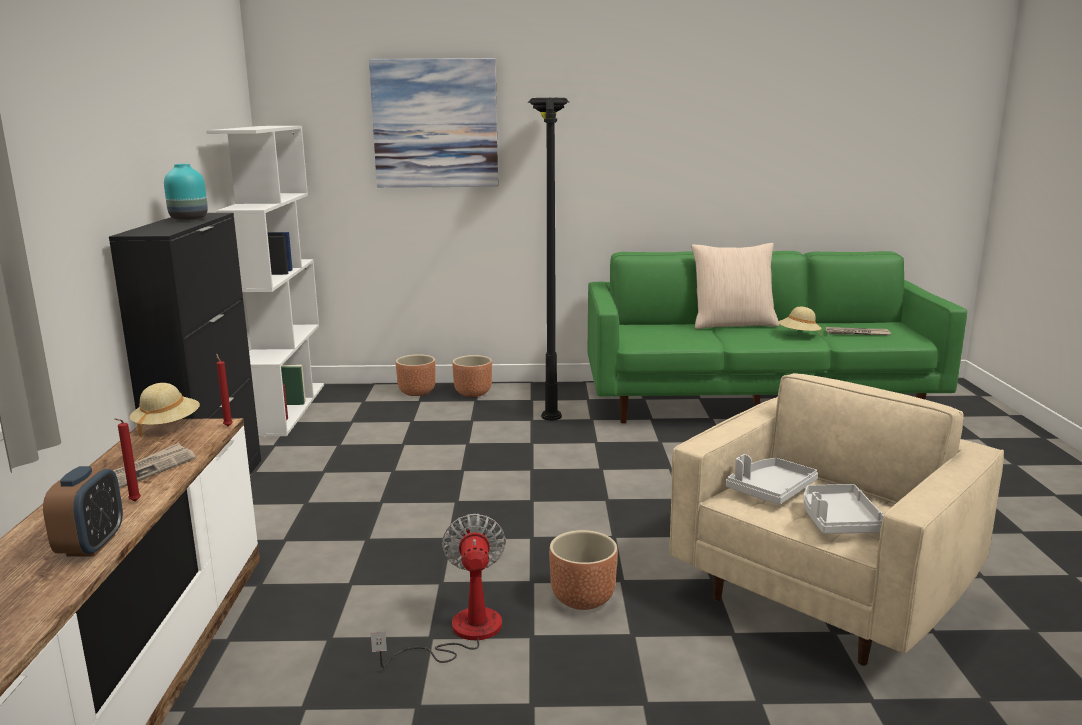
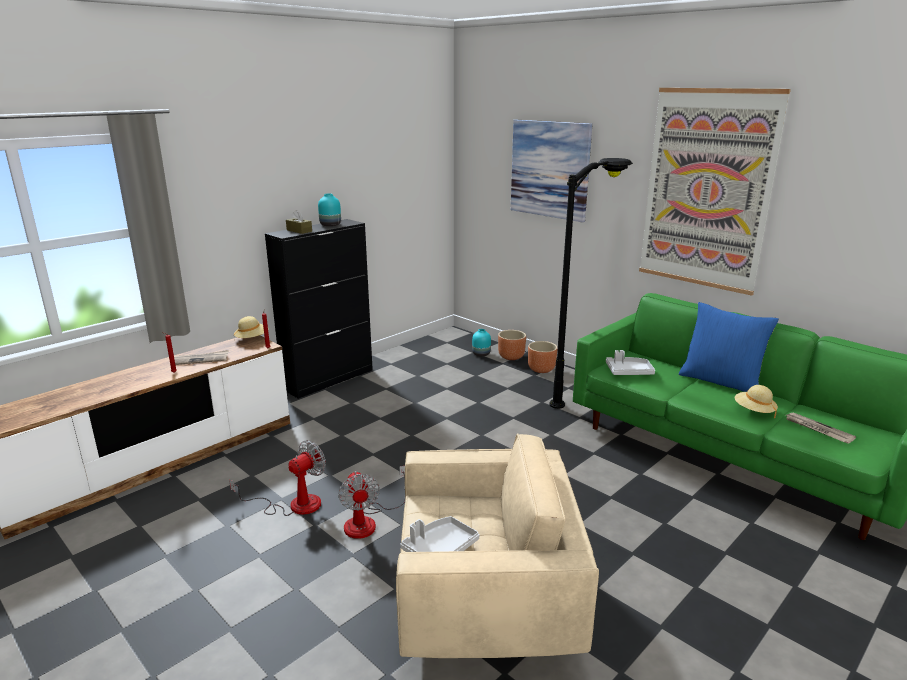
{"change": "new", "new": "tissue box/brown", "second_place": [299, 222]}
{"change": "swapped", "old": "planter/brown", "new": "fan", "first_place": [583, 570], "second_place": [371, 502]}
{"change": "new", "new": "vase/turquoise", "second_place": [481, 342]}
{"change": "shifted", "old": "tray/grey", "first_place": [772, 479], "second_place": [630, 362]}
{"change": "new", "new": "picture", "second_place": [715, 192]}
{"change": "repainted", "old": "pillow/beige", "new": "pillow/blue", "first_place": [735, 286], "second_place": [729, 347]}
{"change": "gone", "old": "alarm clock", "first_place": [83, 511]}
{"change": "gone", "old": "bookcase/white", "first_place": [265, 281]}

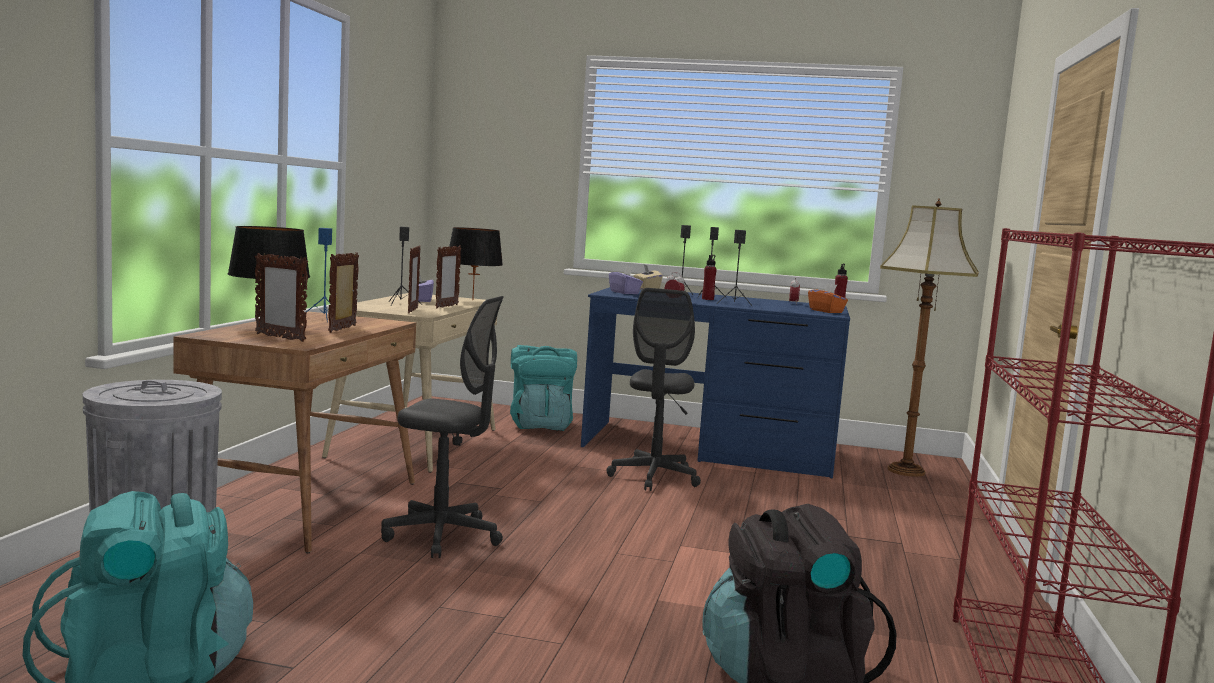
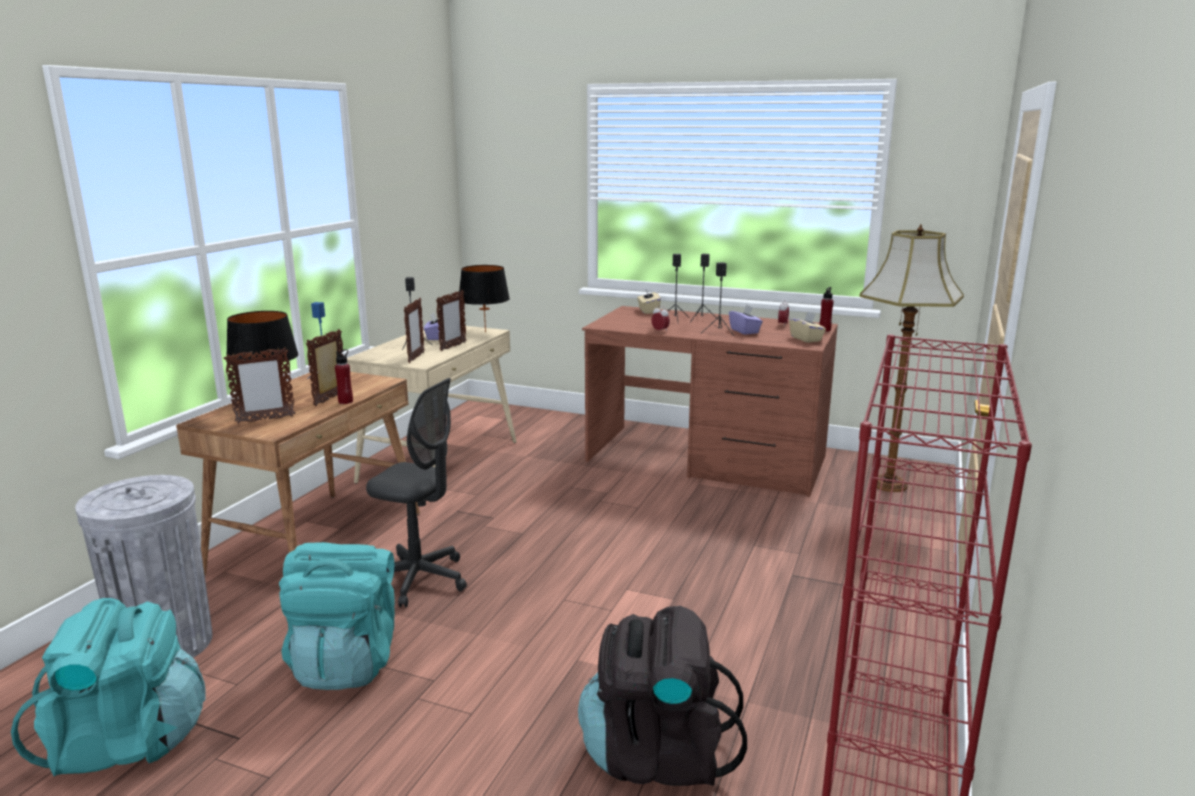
{"change": "rotated", "old": "picture frame", "first_place": [281, 297], "second_place": [260, 385], "degrees": -60}
{"change": "shifted", "old": "backpack/turquoise", "first_place": [543, 388], "second_place": [337, 616]}
{"change": "shifted", "old": "bottle/red", "first_place": [709, 277], "second_place": [344, 376]}
{"change": "repainted", "old": "desk/blue", "new": "desk/brown", "first_place": [715, 382], "second_place": [710, 401]}
{"change": "shifted", "old": "tissue box/purple", "first_place": [626, 280], "second_place": [746, 320]}
{"change": "repainted", "old": "tissue box/orange", "new": "tissue box/beige", "first_place": [828, 298], "second_place": [807, 327]}
{"change": "gone", "old": "office chair/grey", "first_place": [654, 389]}

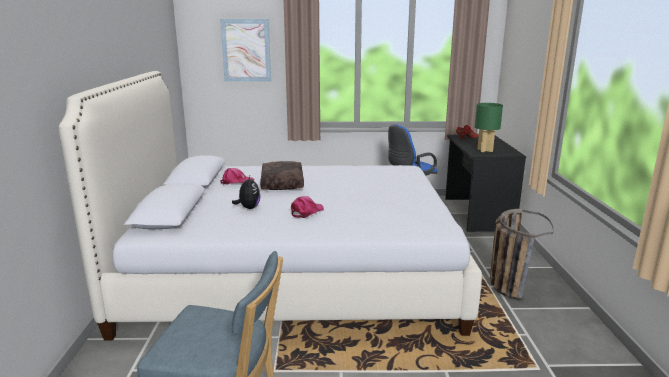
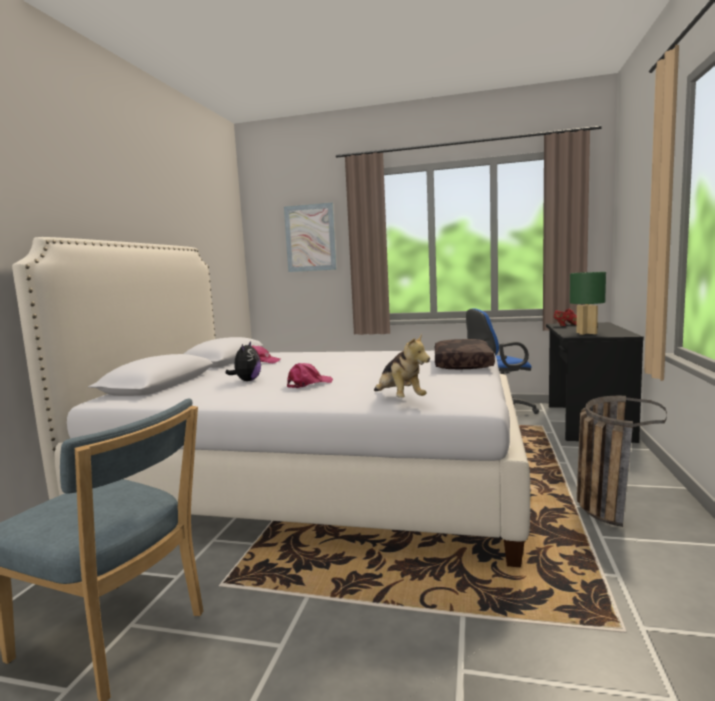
{"change": "new", "new": "plush toy", "second_place": [402, 365]}
{"change": "shifted", "old": "pillow/brown", "first_place": [282, 175], "second_place": [465, 354]}

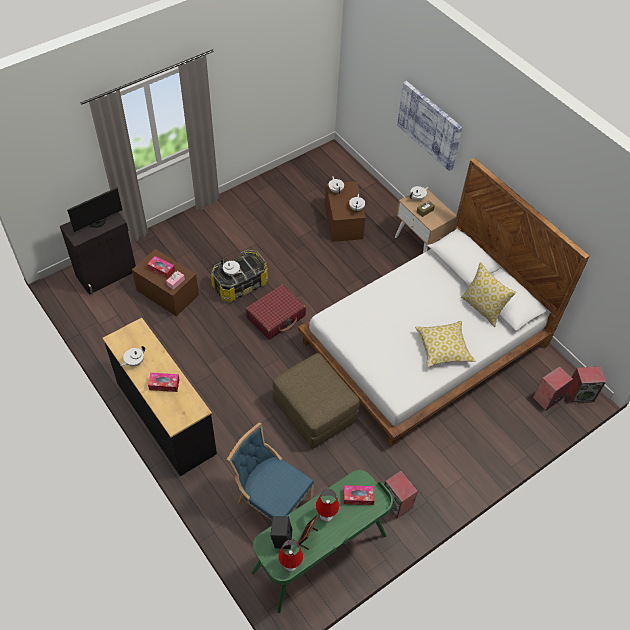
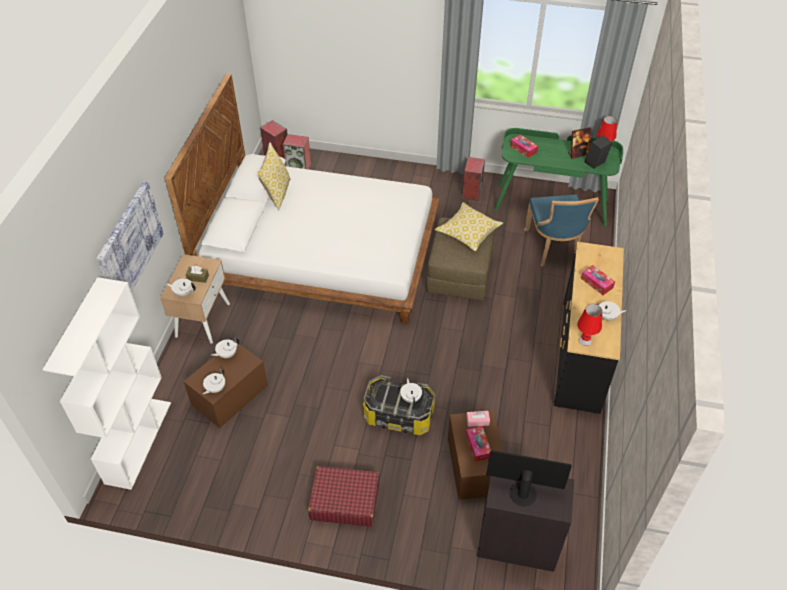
{"change": "new", "new": "bookcase/white", "second_place": [107, 383]}
{"change": "shifted", "old": "suitcase/red", "first_place": [276, 312], "second_place": [343, 496]}
{"change": "shifted", "old": "pillow", "first_place": [445, 344], "second_place": [469, 226]}
{"change": "shifted", "old": "table lamp/red", "first_place": [327, 505], "second_place": [589, 325]}

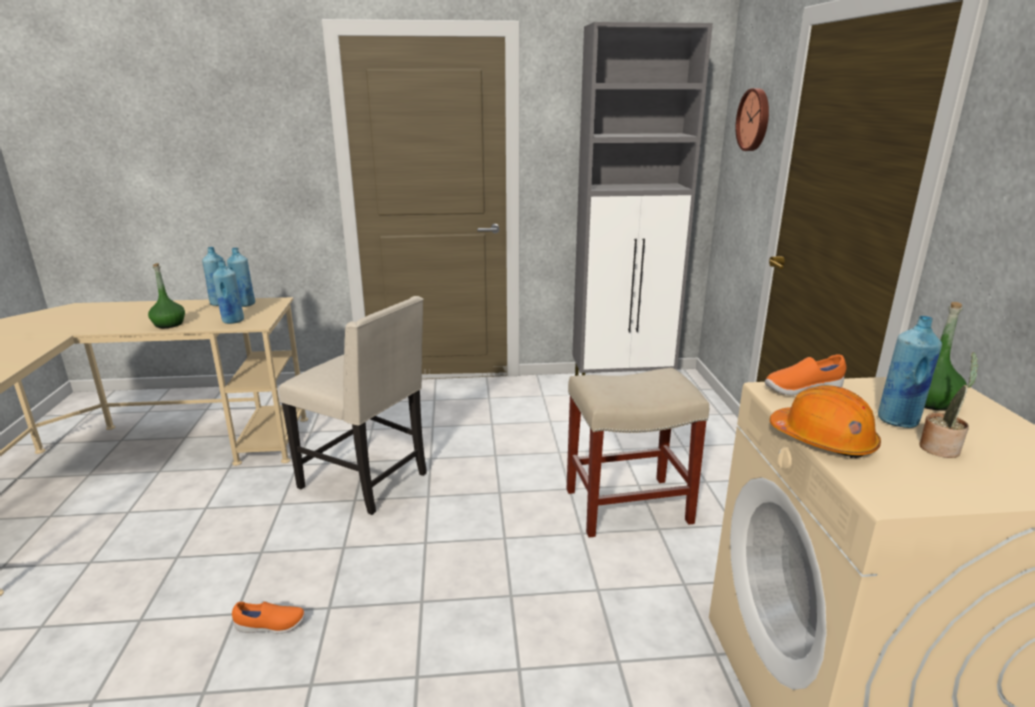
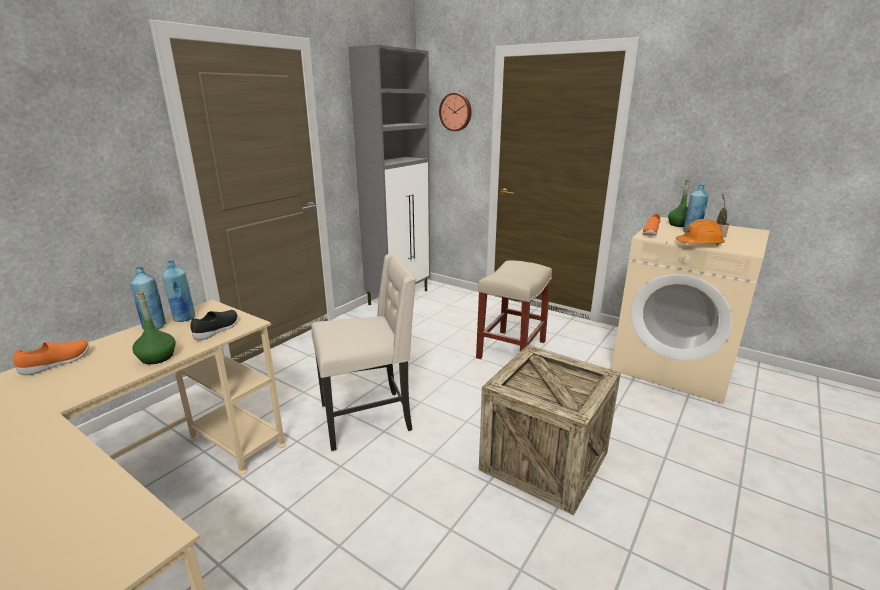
{"change": "shifted", "old": "shoe/orange", "first_place": [268, 618], "second_place": [51, 357]}
{"change": "swapped", "old": "bottle/blue", "new": "shoe/black", "first_place": [228, 292], "second_place": [214, 325]}
{"change": "new", "new": "crate", "second_place": [550, 430]}

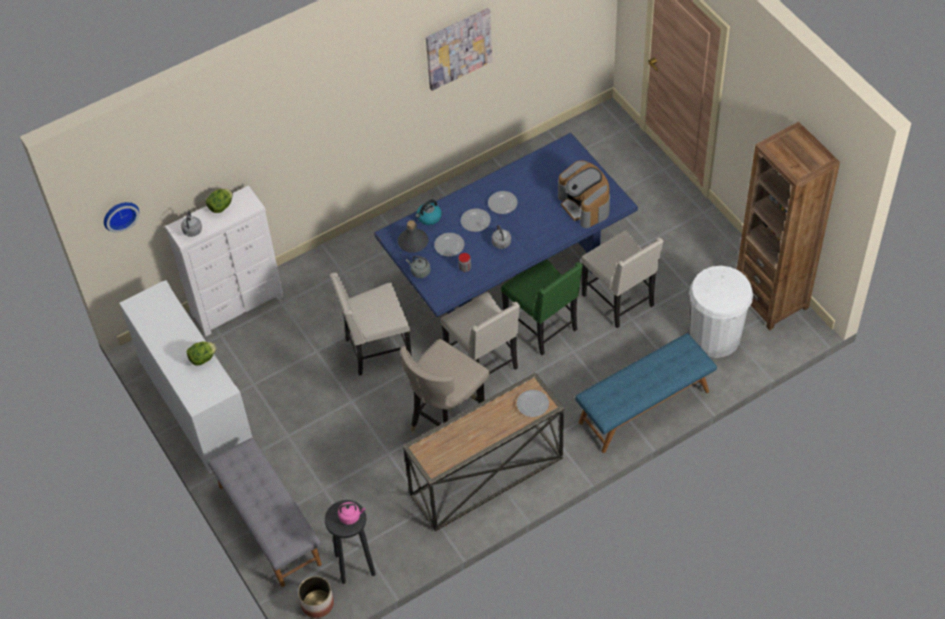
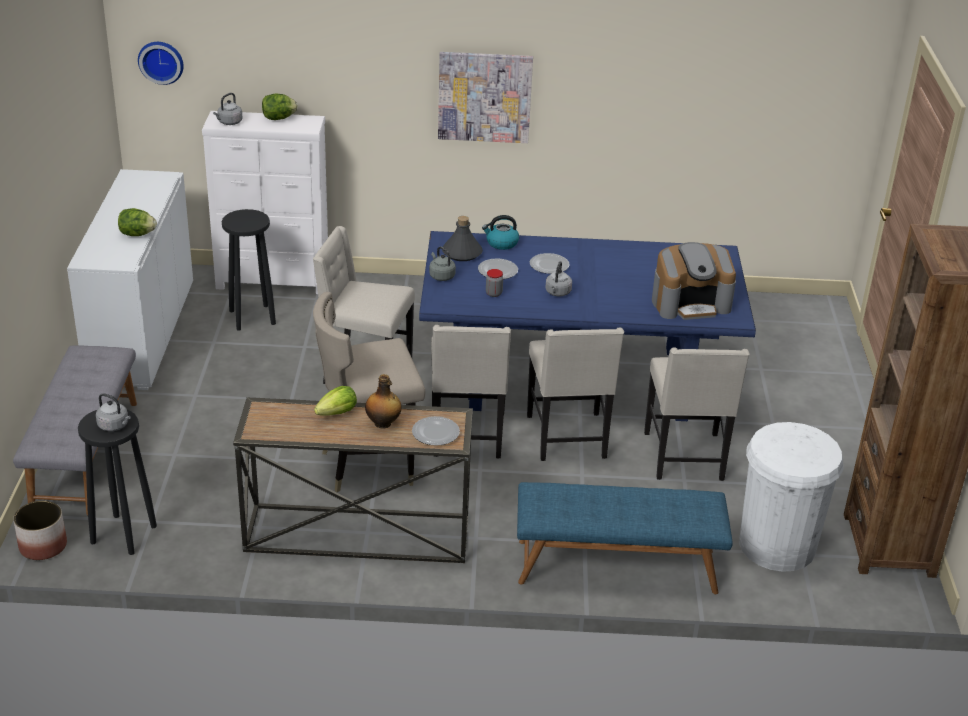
{"change": "repainted", "old": "kettle/pink", "new": "kettle/grey", "first_place": [352, 513], "second_place": [113, 412]}
{"change": "new", "new": "stool/black", "second_place": [249, 270]}
{"change": "new", "new": "lettuce", "second_place": [335, 401]}
{"change": "new", "new": "bottle", "second_place": [383, 401]}
{"change": "shifted", "old": "picture", "first_place": [459, 49], "second_place": [485, 97]}
{"change": "repainted", "old": "chair/green", "new": "chair/beige", "first_place": [542, 307], "second_place": [575, 394]}
{"change": "rotated", "old": "coffee machine", "first_place": [584, 194], "second_place": [694, 281], "degrees": -105}
{"change": "gone", "old": "plate", "first_place": [503, 202]}

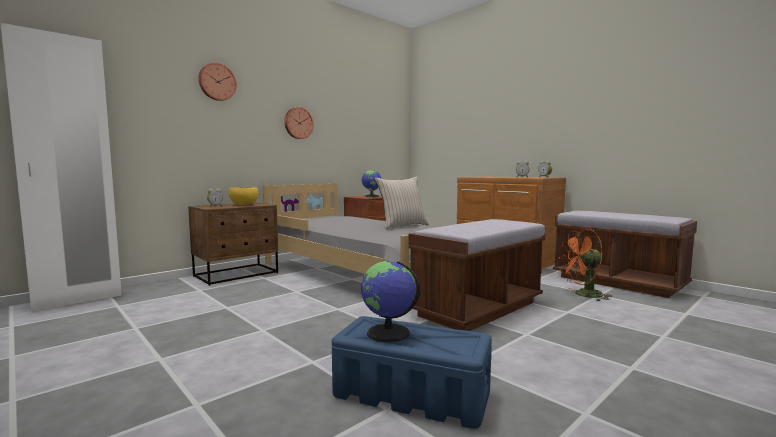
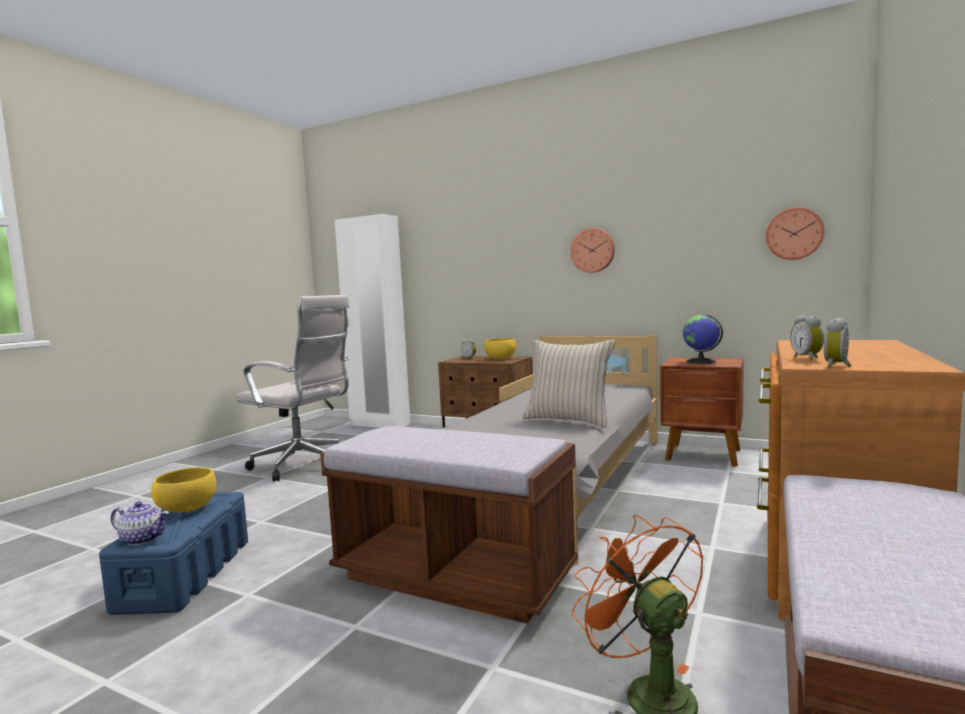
{"change": "new", "new": "teapot", "second_place": [140, 523]}
{"change": "swapped", "old": "globe", "new": "bowl/yellow", "first_place": [390, 301], "second_place": [183, 490]}
{"change": "new", "new": "office chair/white", "second_place": [292, 388]}
{"change": "shifted", "old": "wall clock", "first_place": [217, 82], "second_place": [795, 234]}

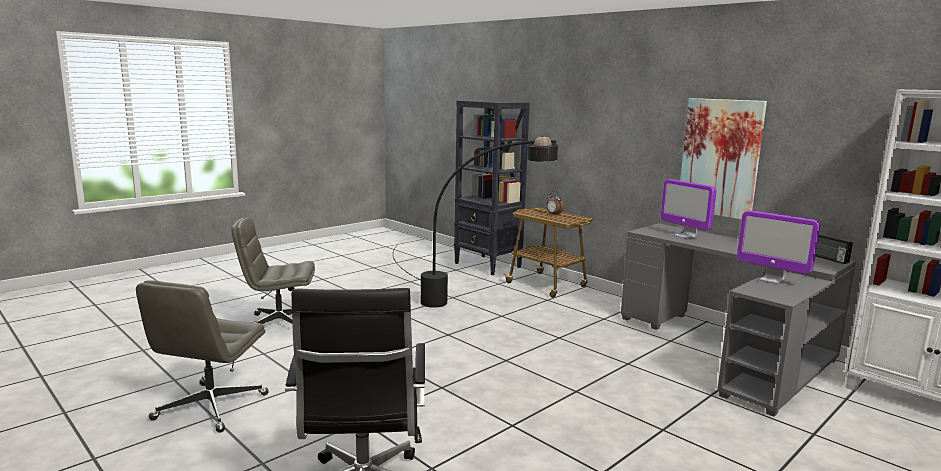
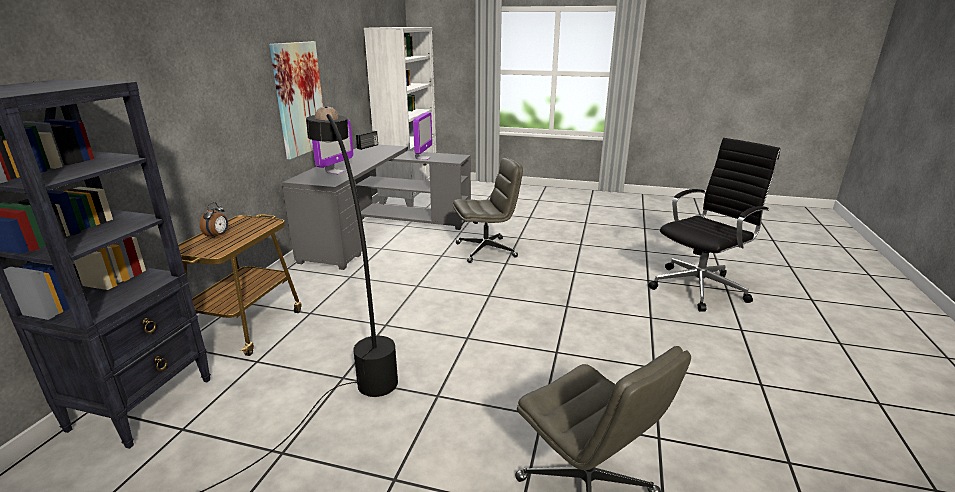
{"change": "shifted", "old": "office chair/grey", "first_place": [202, 356], "second_place": [488, 210]}

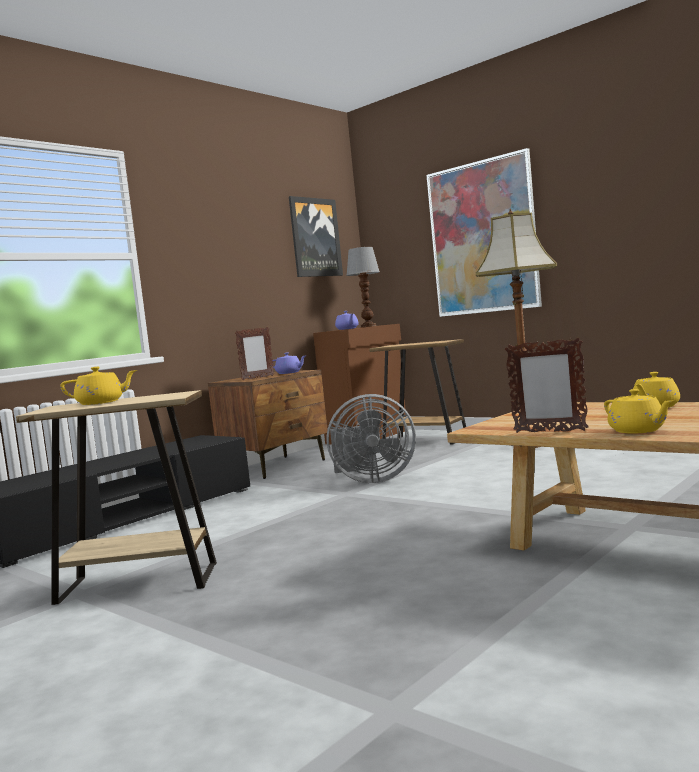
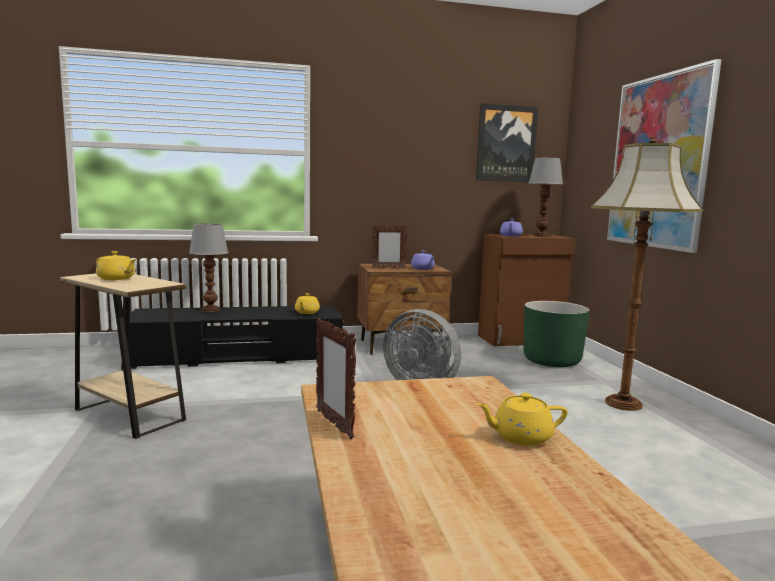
{"change": "new", "new": "table lamp", "second_place": [209, 267]}
{"change": "shifted", "old": "teapot/yellow", "first_place": [638, 411], "second_place": [307, 303]}
{"change": "swapped", "old": "side table/brown", "new": "planter/green", "first_place": [417, 392], "second_place": [556, 334]}

